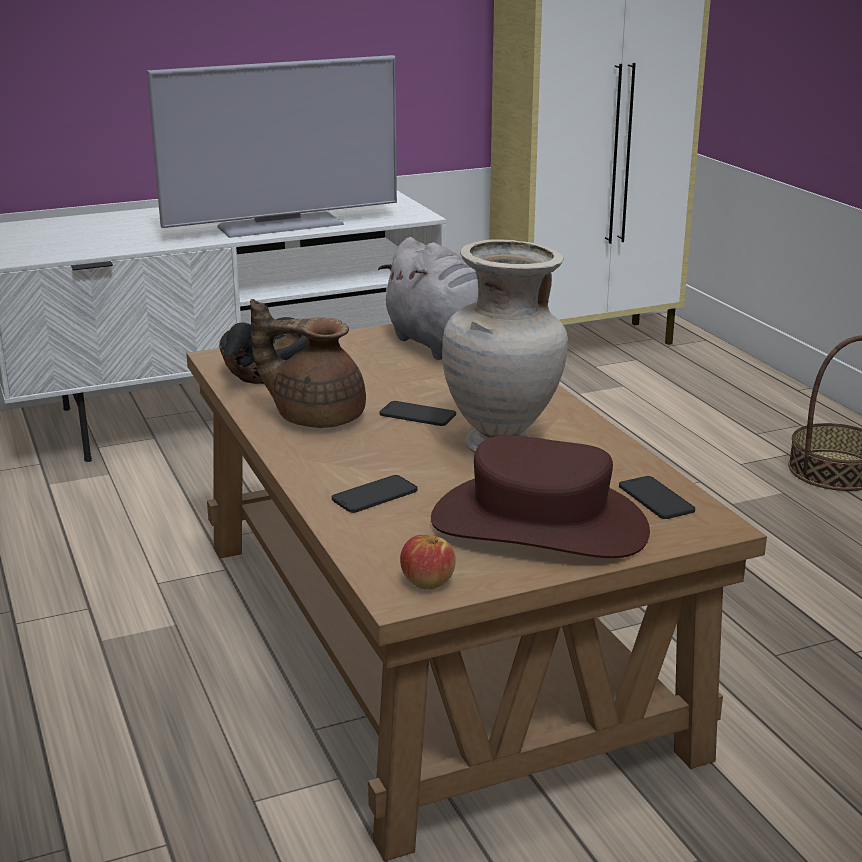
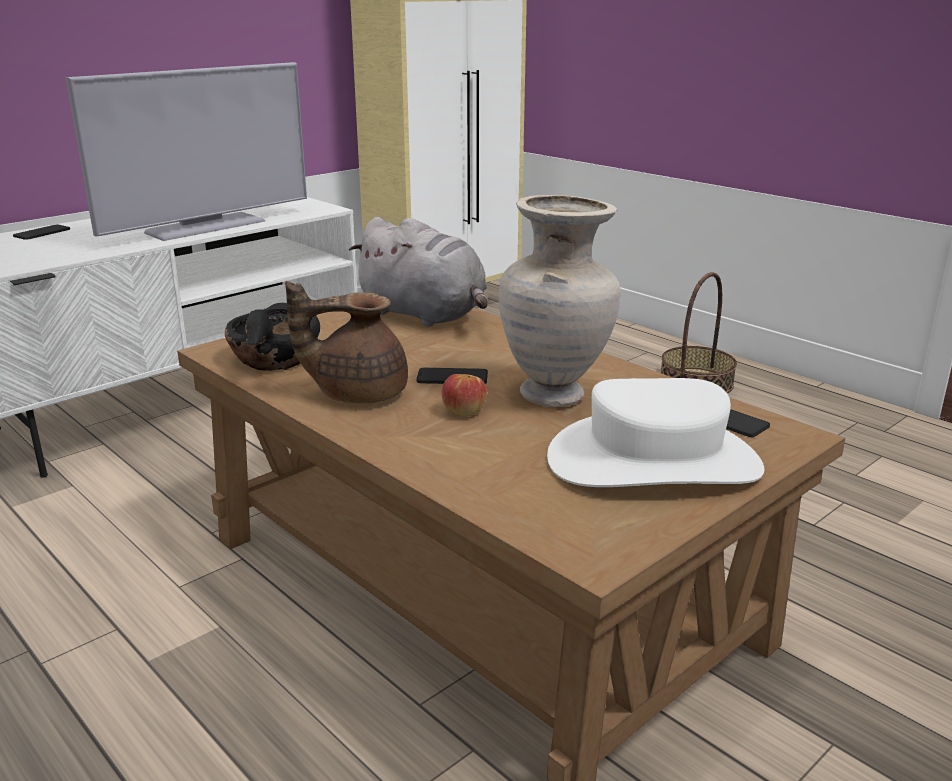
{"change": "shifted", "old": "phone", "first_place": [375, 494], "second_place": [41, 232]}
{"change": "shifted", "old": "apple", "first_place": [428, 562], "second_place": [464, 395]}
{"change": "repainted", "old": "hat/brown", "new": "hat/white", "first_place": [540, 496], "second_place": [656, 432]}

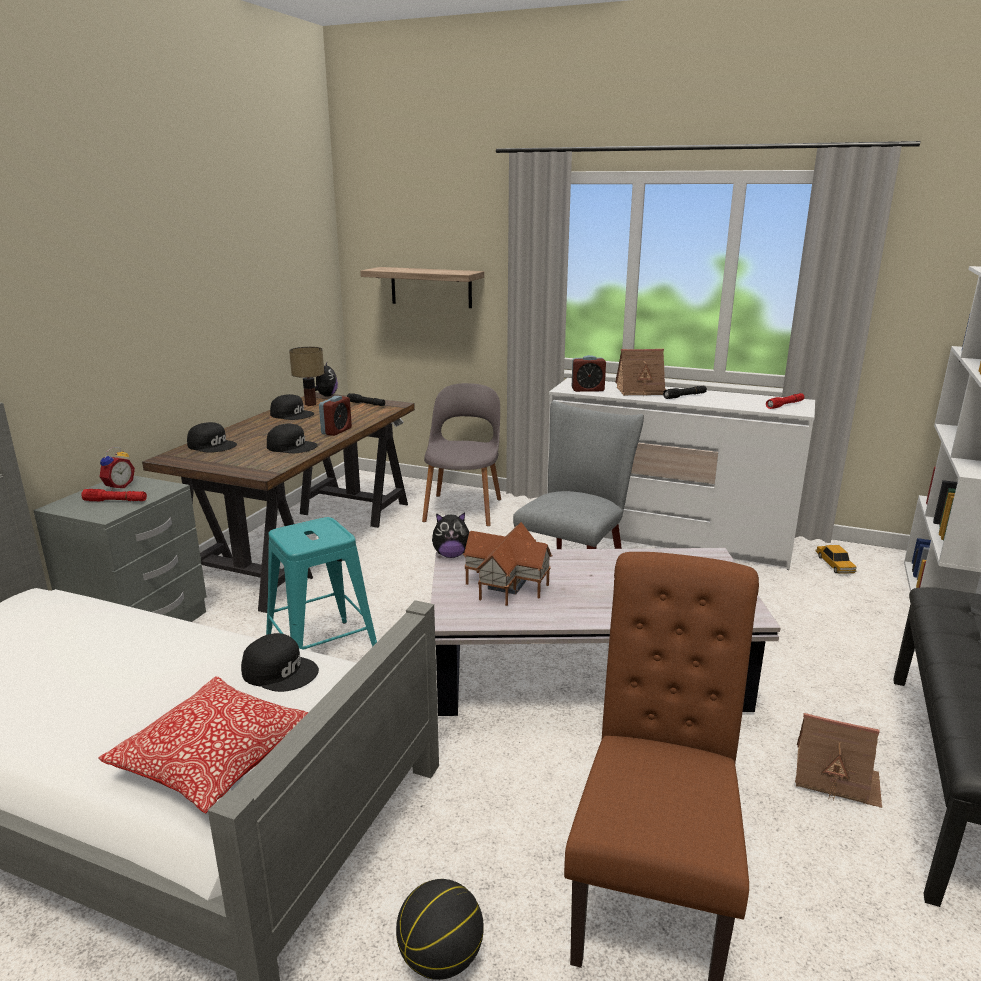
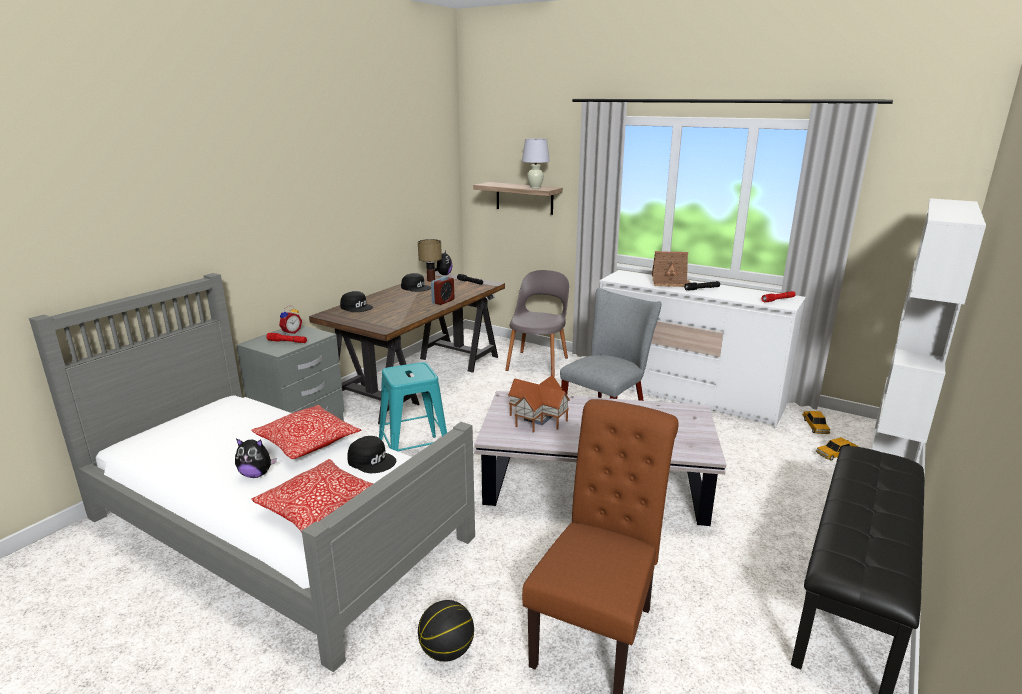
{"change": "shifted", "old": "plush toy", "first_place": [450, 535], "second_place": [256, 458]}
{"change": "new", "new": "pillow", "second_place": [306, 432]}
{"change": "new", "new": "table lamp/white", "second_place": [536, 163]}
{"change": "new", "new": "toy car", "second_place": [837, 449]}
{"change": "gone", "old": "cap/black", "first_place": [292, 438]}
{"change": "gone", "old": "alarm clock", "first_place": [589, 373]}
{"change": "gone", "old": "toy house", "first_place": [838, 760]}

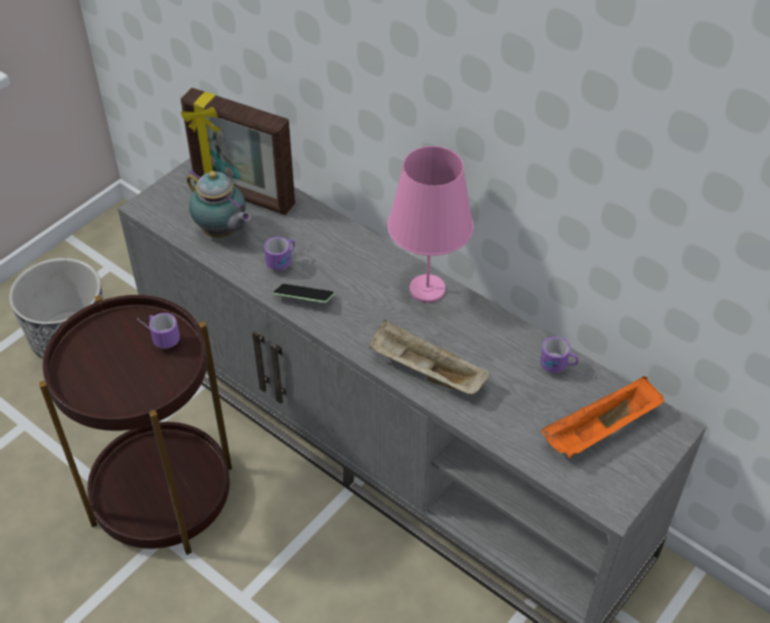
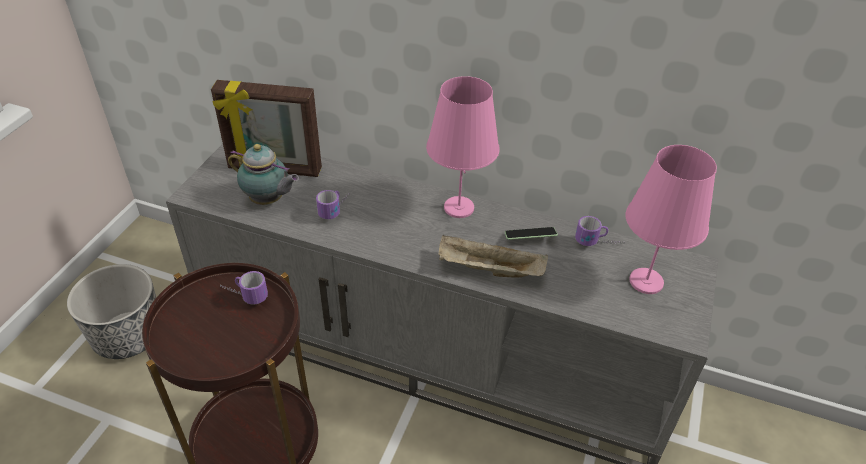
{"change": "shifted", "old": "phone", "first_place": [303, 293], "second_place": [531, 233]}
{"change": "swapped", "old": "tray/orange", "new": "table lamp/pink", "first_place": [602, 417], "second_place": [671, 219]}

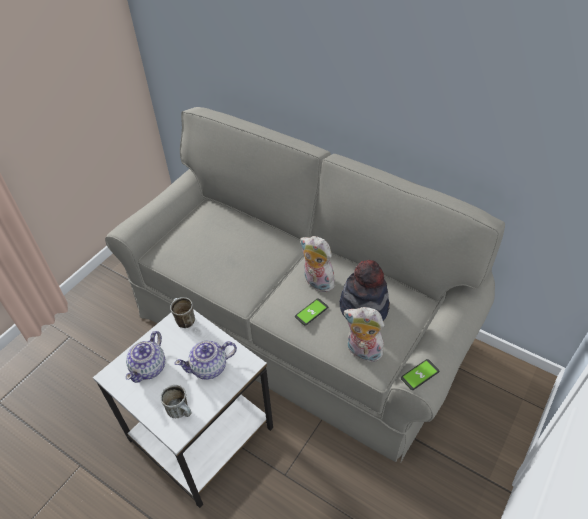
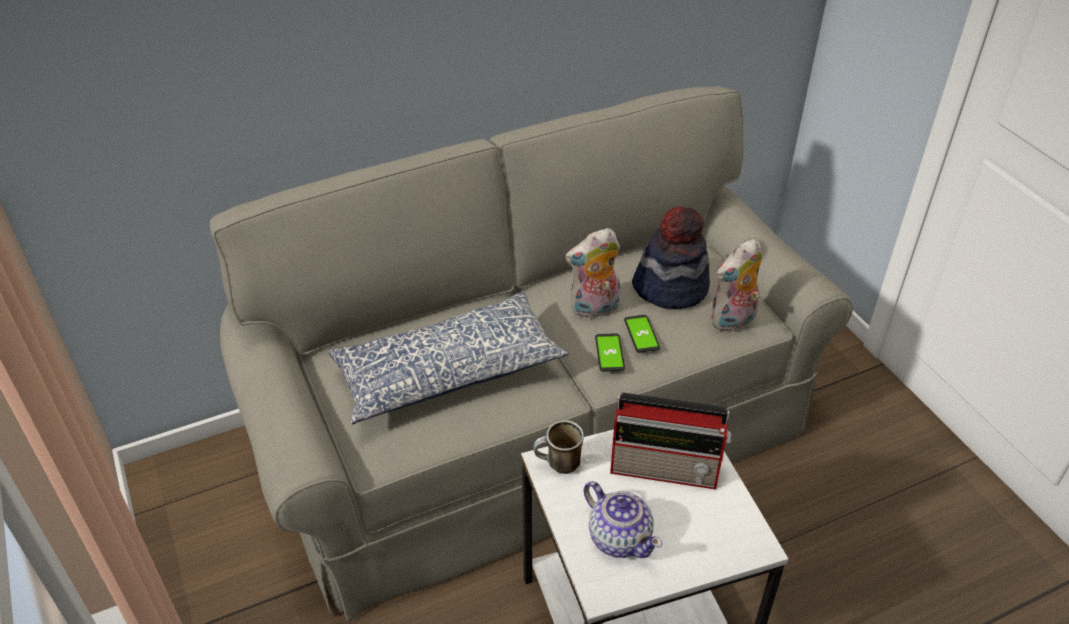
{"change": "new", "new": "pillow", "second_place": [448, 358]}
{"change": "shifted", "old": "phone", "first_place": [420, 374], "second_place": [610, 352]}
{"change": "swapped", "old": "teapot", "new": "radio", "first_place": [205, 360], "second_place": [670, 441]}
{"change": "gone", "old": "mug", "first_place": [176, 401]}

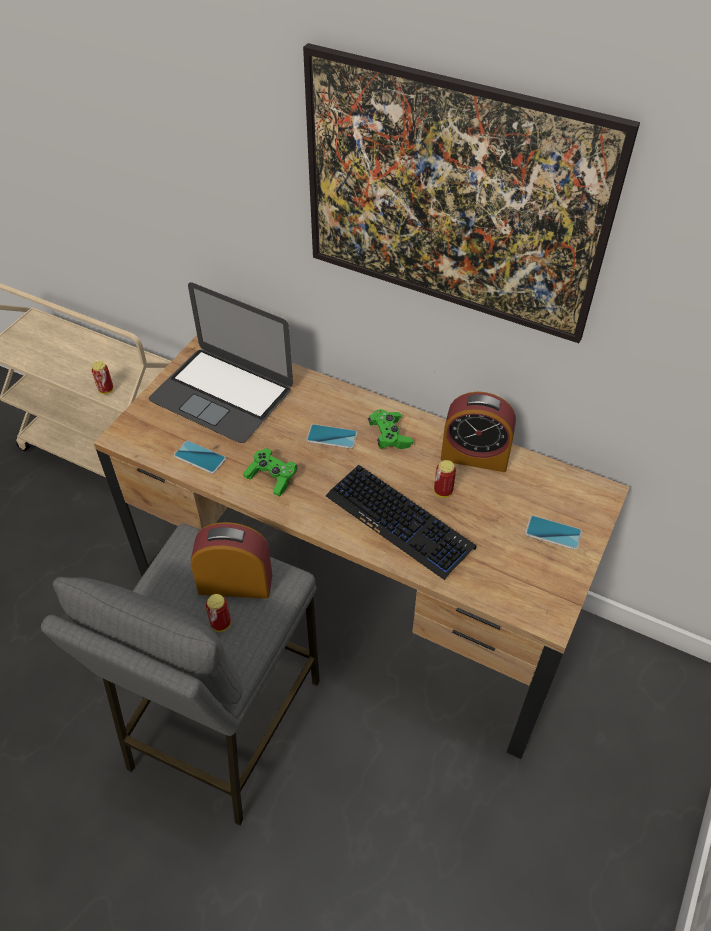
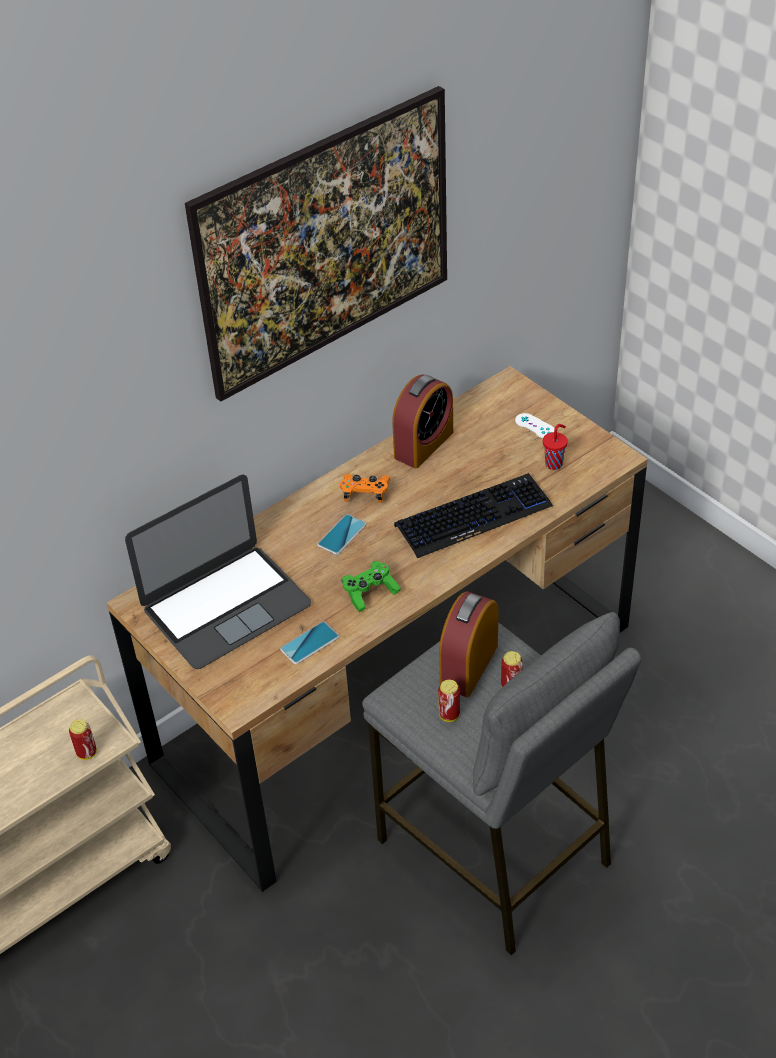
{"change": "repainted", "old": "game controller/green", "new": "game controller/orange", "first_place": [390, 429], "second_place": [365, 488]}
{"change": "shifted", "old": "can", "first_place": [445, 479], "second_place": [449, 701]}
{"change": "swapped", "old": "phone", "new": "game controller/white", "first_place": [553, 532], "second_place": [535, 425]}
{"change": "new", "new": "cup/red", "second_place": [555, 447]}

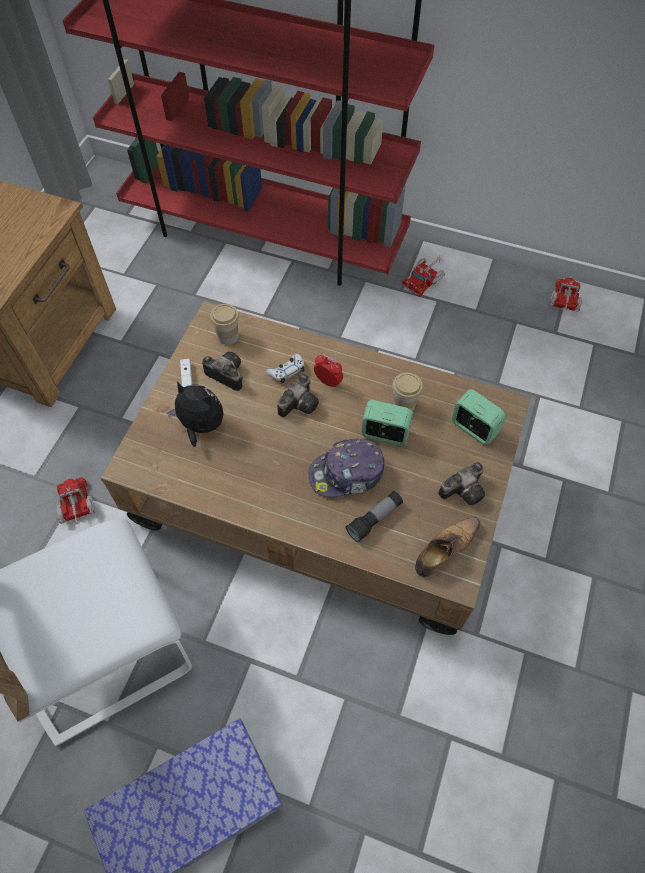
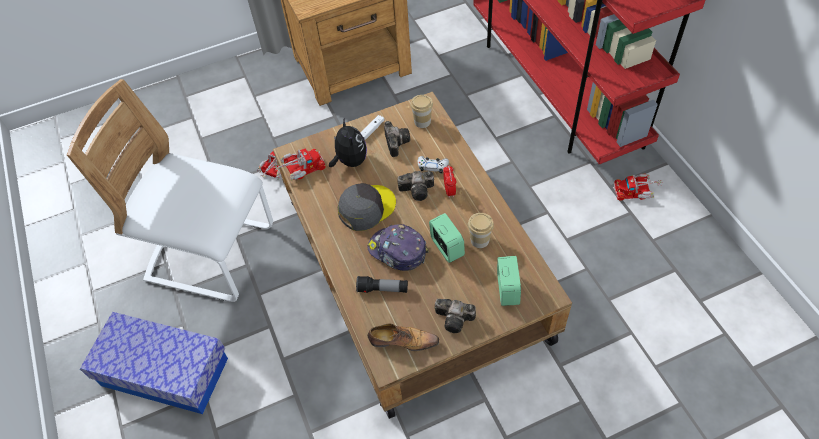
{"change": "shifted", "old": "toy truck", "first_place": [566, 293], "second_place": [299, 165]}
{"change": "new", "new": "cap/grey", "second_place": [367, 207]}

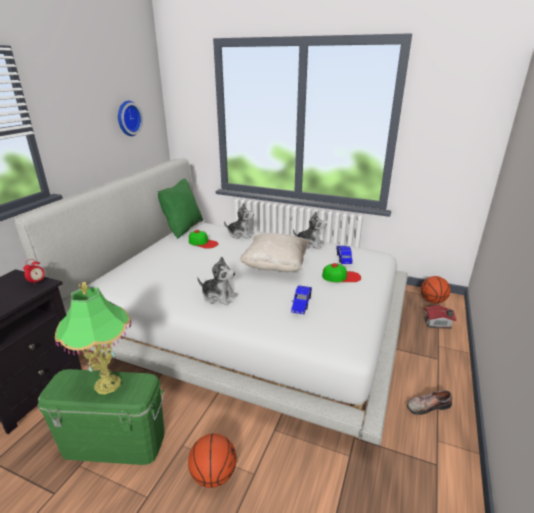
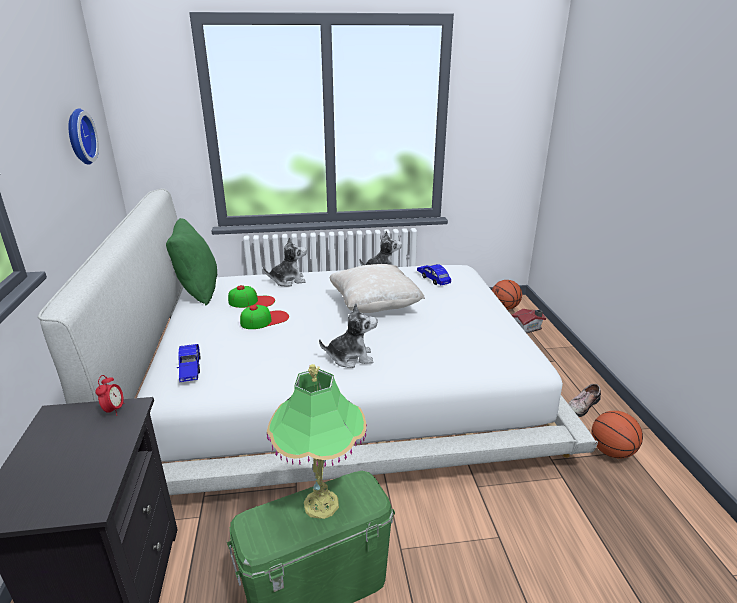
{"change": "shifted", "old": "toy car/blue", "first_place": [301, 299], "second_place": [189, 363]}
{"change": "shifted", "old": "cap", "first_place": [341, 272], "second_place": [264, 317]}
{"change": "shifted", "old": "basketball", "first_place": [212, 461], "second_place": [617, 434]}

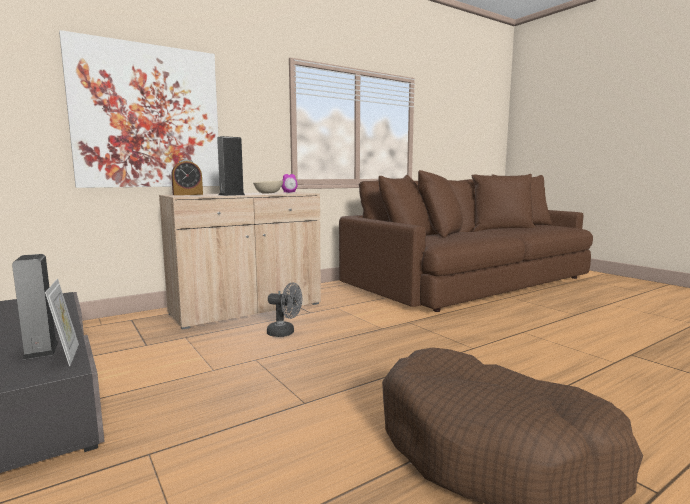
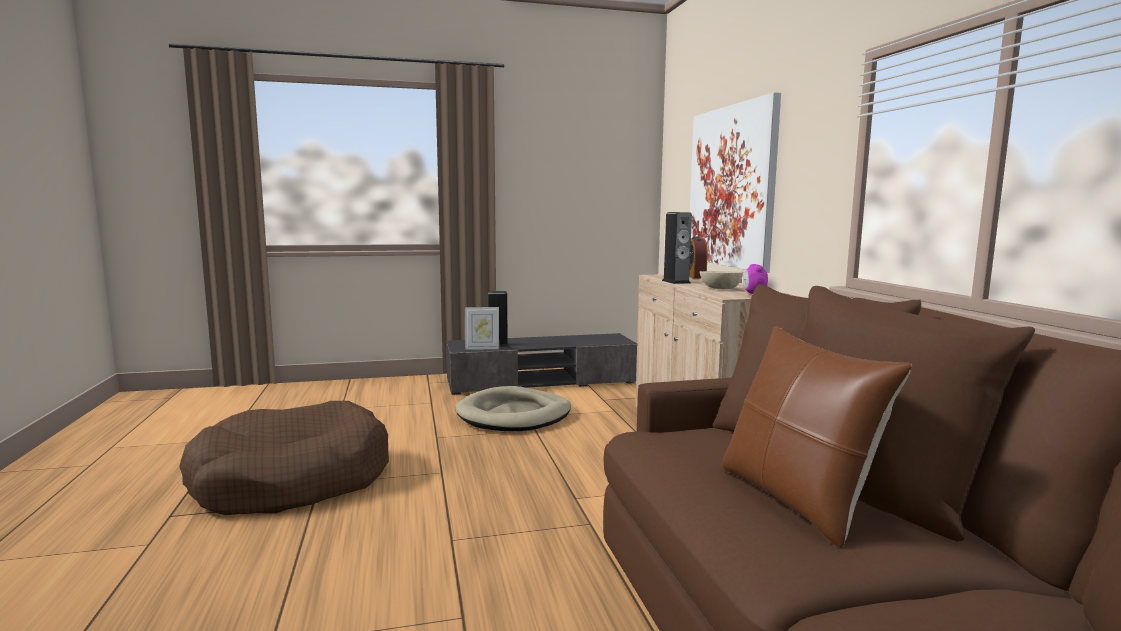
{"change": "new", "new": "dog bed/beige", "second_place": [513, 408]}
{"change": "new", "new": "pillow/brown", "second_place": [817, 437]}
{"change": "gone", "old": "fan/grey", "first_place": [284, 309]}

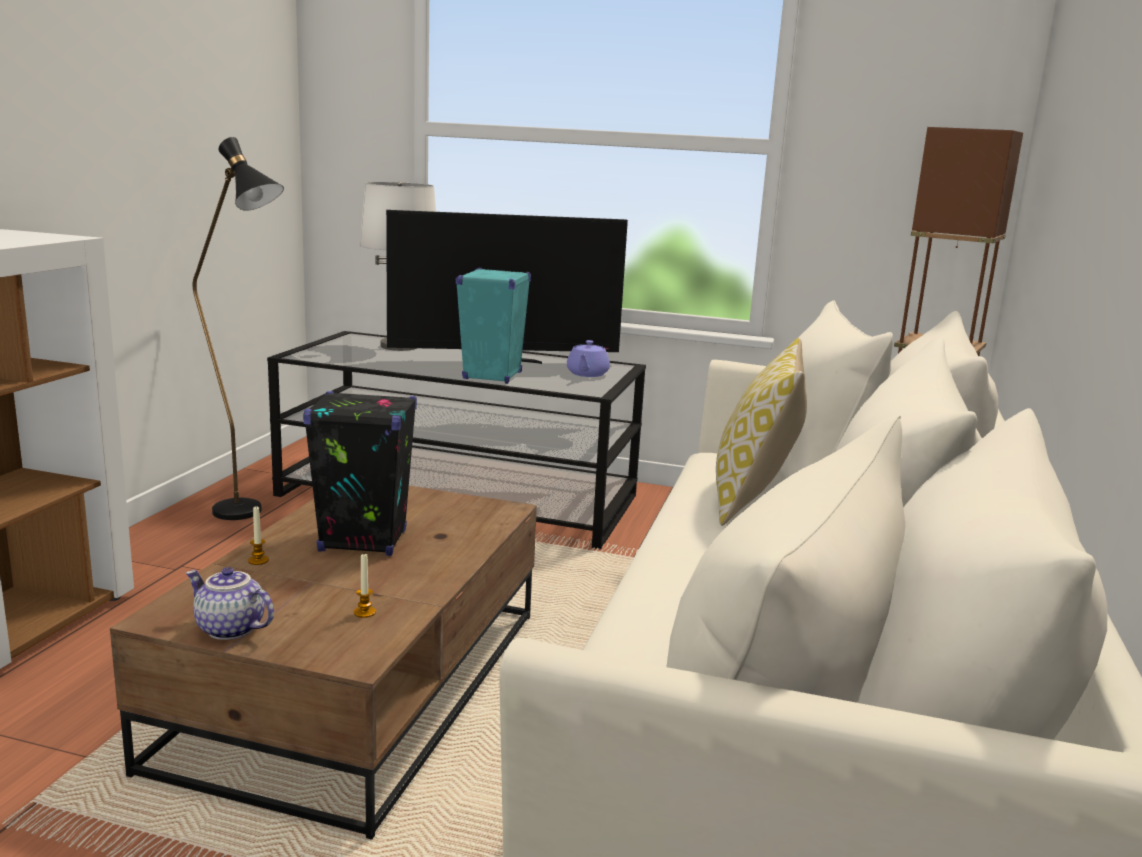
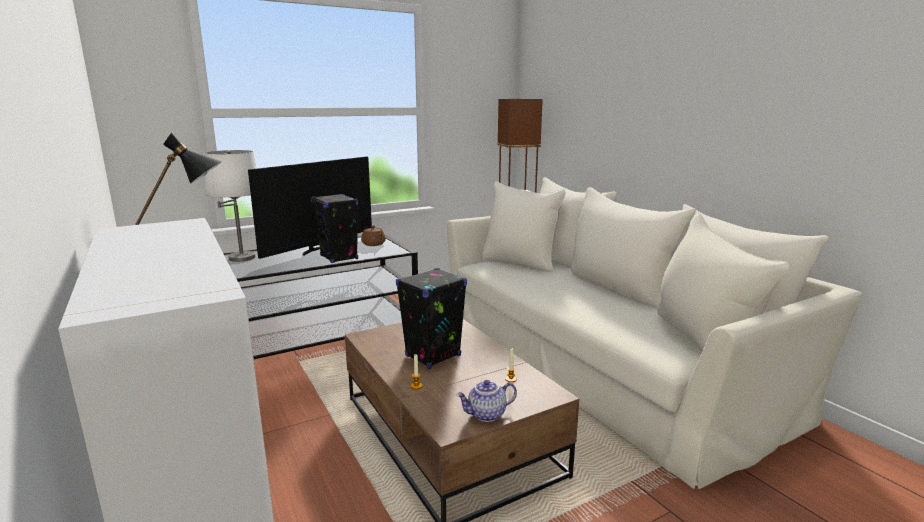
{"change": "repainted", "old": "speaker/turquoise", "new": "speaker/black", "first_place": [493, 326], "second_place": [334, 228]}
{"change": "repainted", "old": "teapot/purple", "new": "teapot/brown", "first_place": [588, 358], "second_place": [373, 236]}
{"change": "gone", "old": "pillow", "first_place": [761, 432]}

